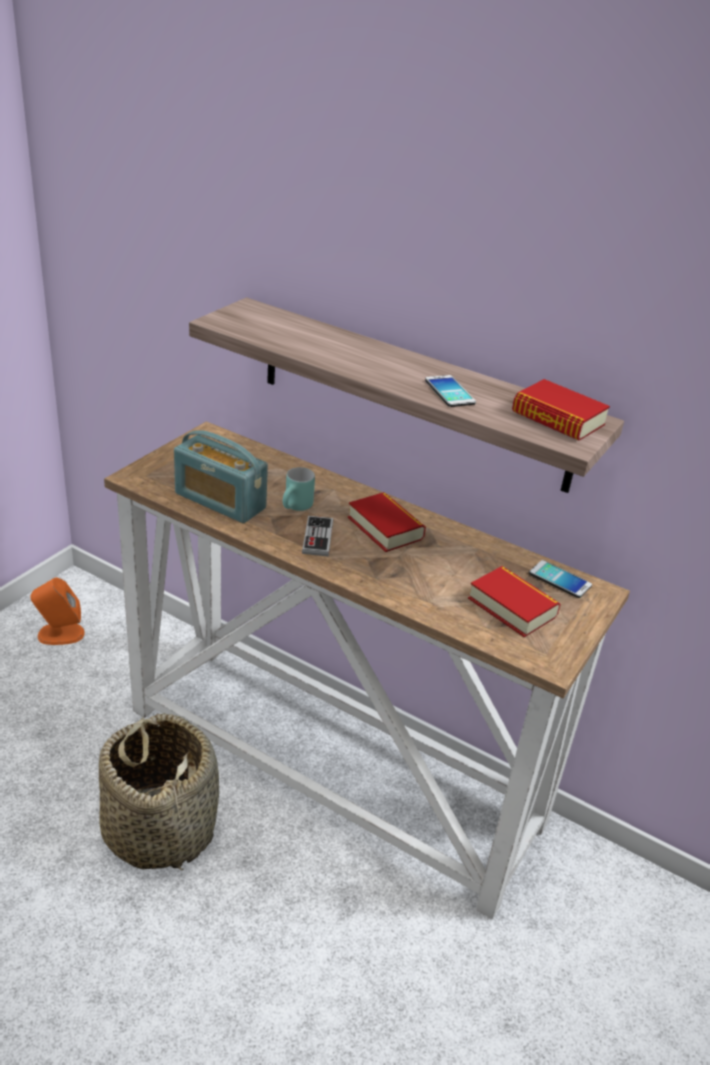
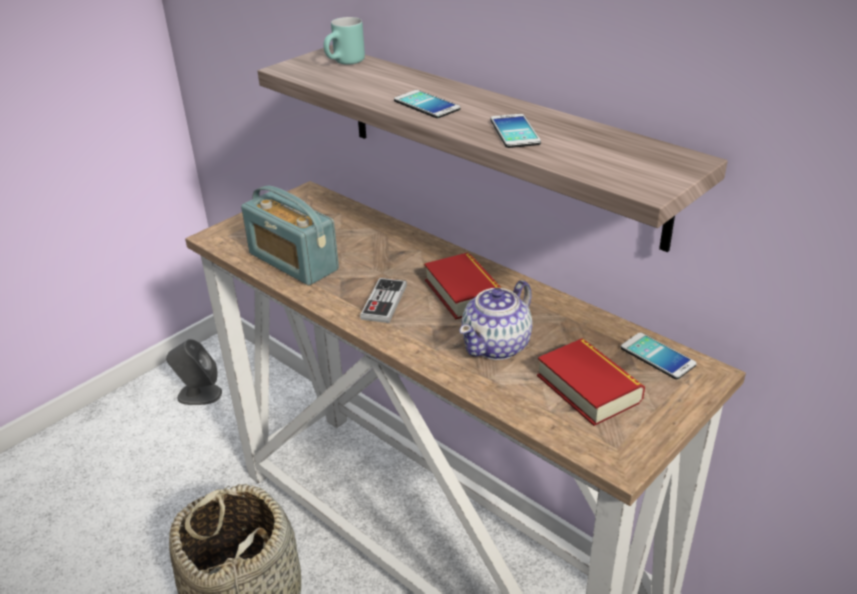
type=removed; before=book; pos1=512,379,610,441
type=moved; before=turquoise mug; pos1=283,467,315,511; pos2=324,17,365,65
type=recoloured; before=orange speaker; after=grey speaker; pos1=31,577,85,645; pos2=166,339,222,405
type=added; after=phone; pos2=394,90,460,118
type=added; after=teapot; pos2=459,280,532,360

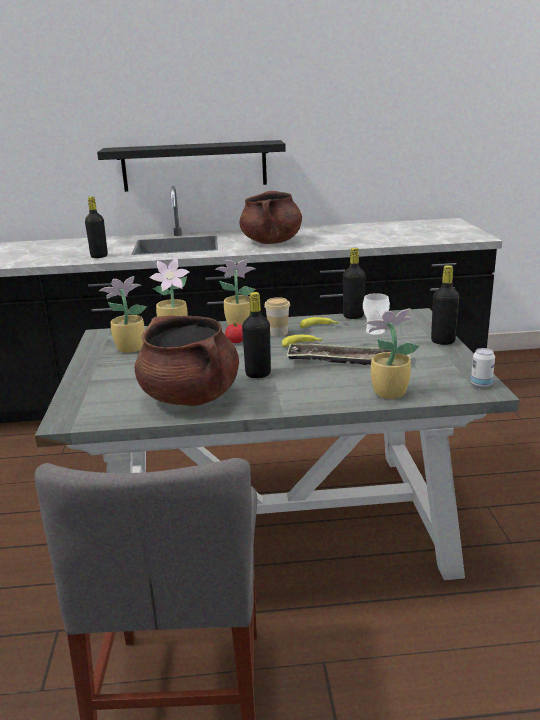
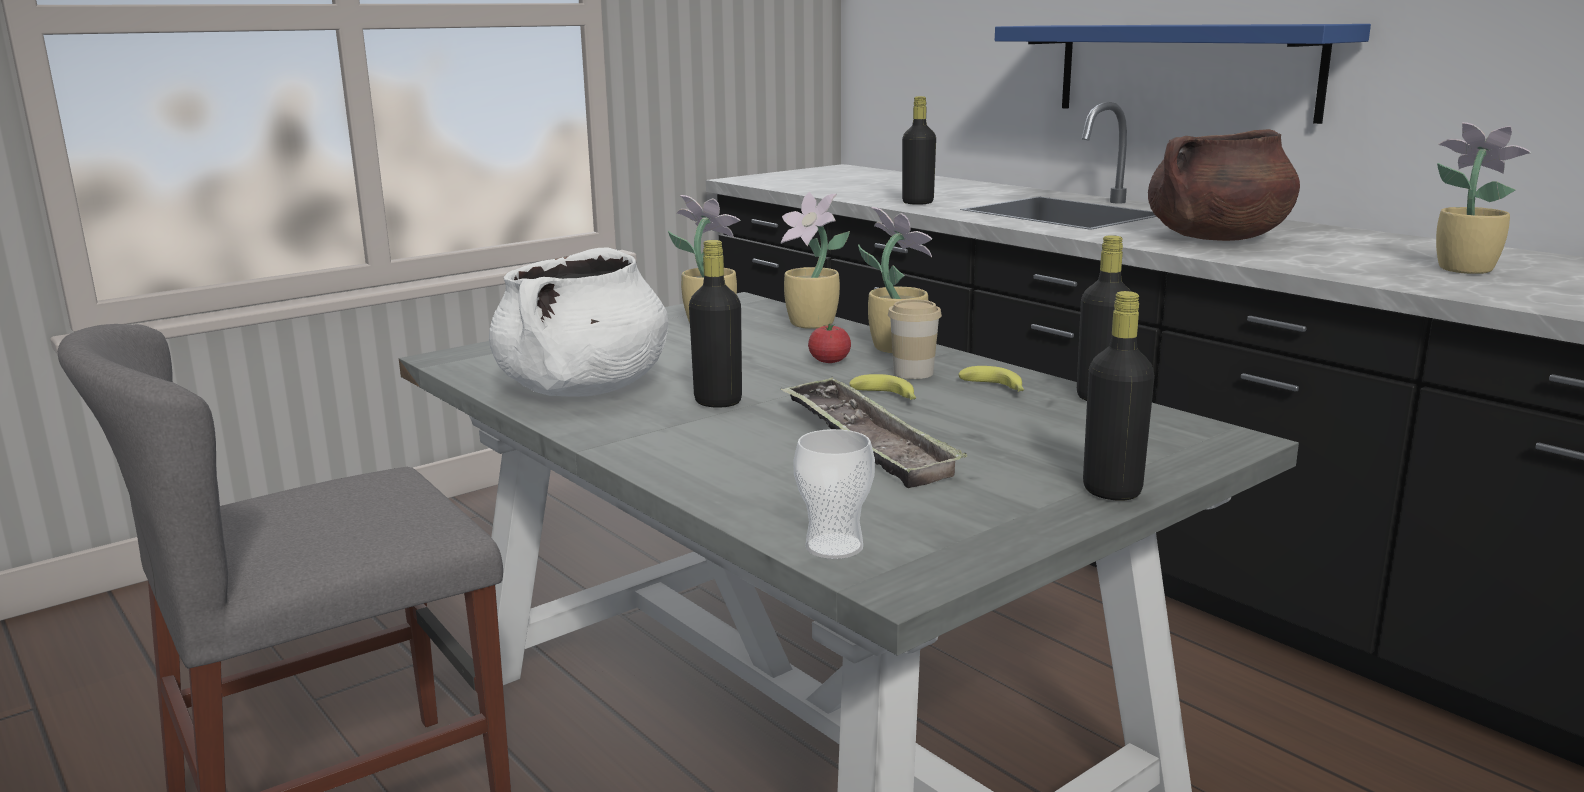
type=recoloured; before=black shelf; after=blue shelf; pos1=97,140,286,192; pos2=995,24,1371,124
type=moved; before=cup; pos1=363,293,390,336; pos2=793,429,875,559
type=moved; before=potted plant; pos1=365,308,420,399; pos2=1436,122,1531,274
type=recoloured; before=brown cooking pot; after=white cooking pot; pos1=135,316,239,406; pos2=489,247,668,397
type=removed; before=can; pos1=471,348,495,388

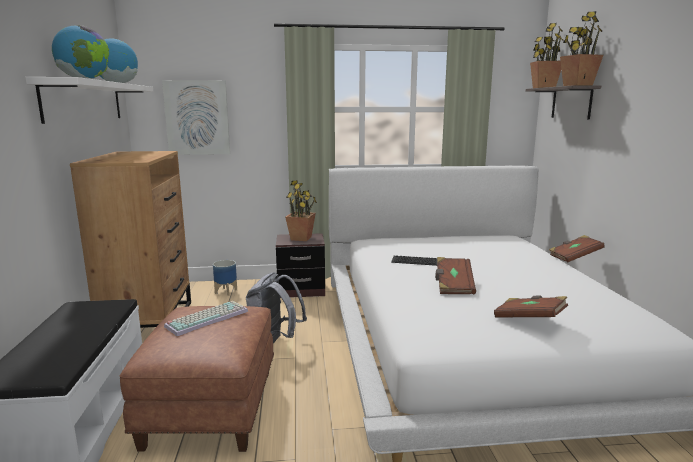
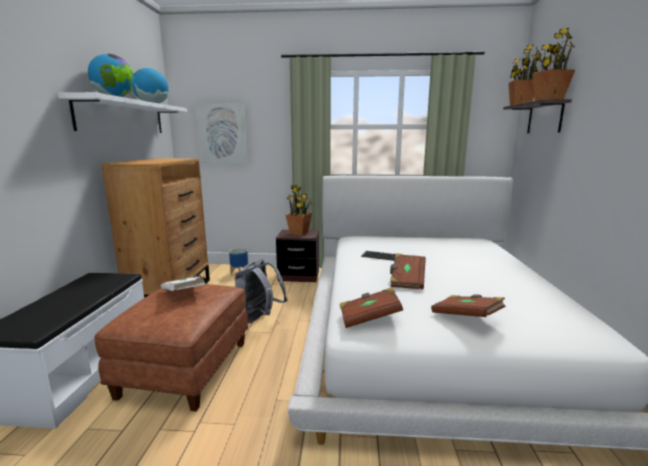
type=moved; before=brown book; pos1=549,235,605,262; pos2=340,287,403,328
type=replaced; before=keyboard; after=white book; pos1=164,301,248,336; pos2=161,275,206,291

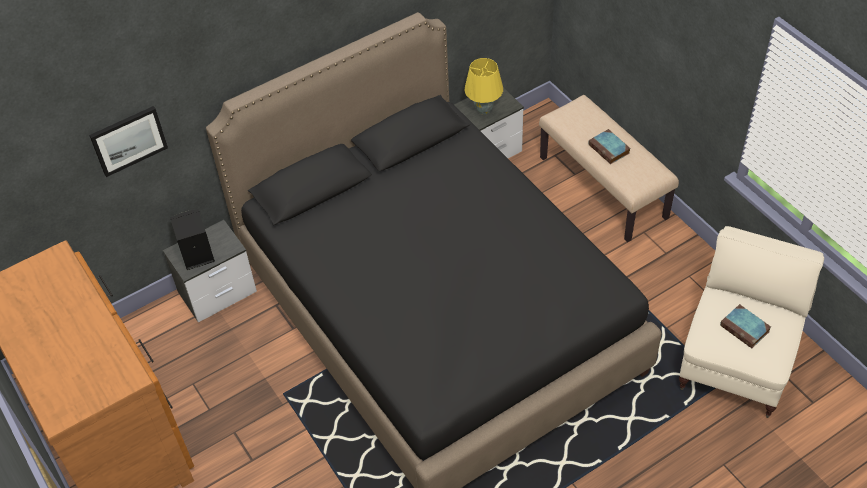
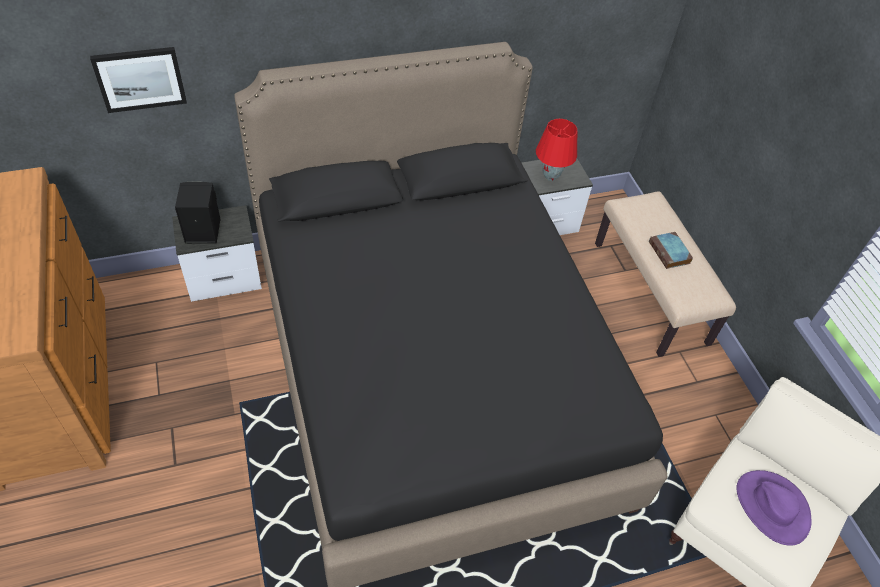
type=recoloured; before=yellow table lamp; after=red table lamp; pos1=465,58,503,115; pos2=536,119,577,181
type=replaced; before=book; after=purple hat; pos1=720,304,771,348; pos2=736,470,812,546

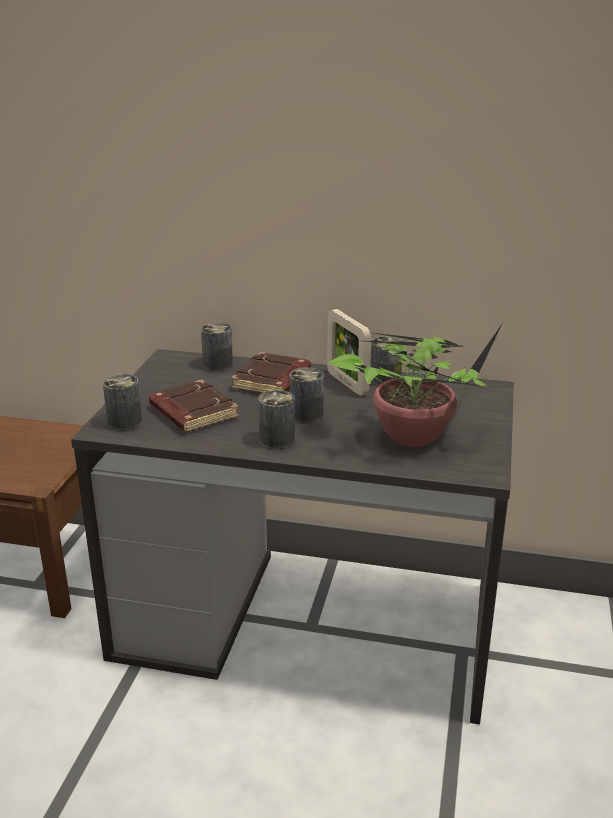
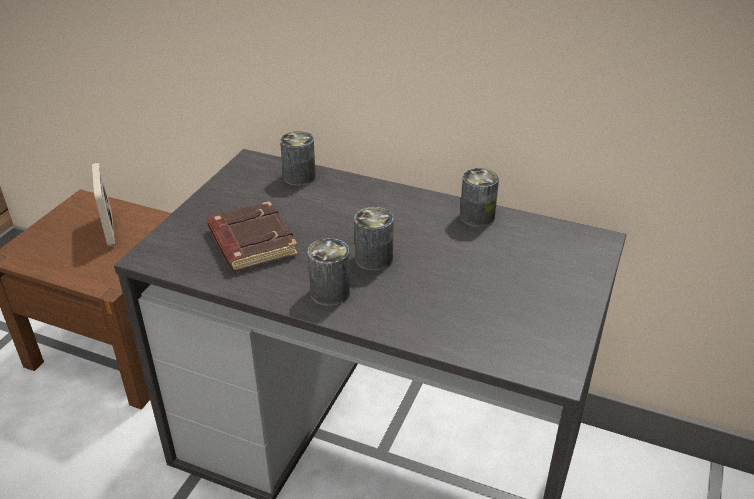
type=moved; before=picture frame; pos1=327,309,371,396; pos2=92,163,115,247
type=removed; before=potted plant; pos1=328,324,502,447
type=removed; before=brown book; pos1=231,352,311,394
type=removed; before=can; pos1=103,374,142,431

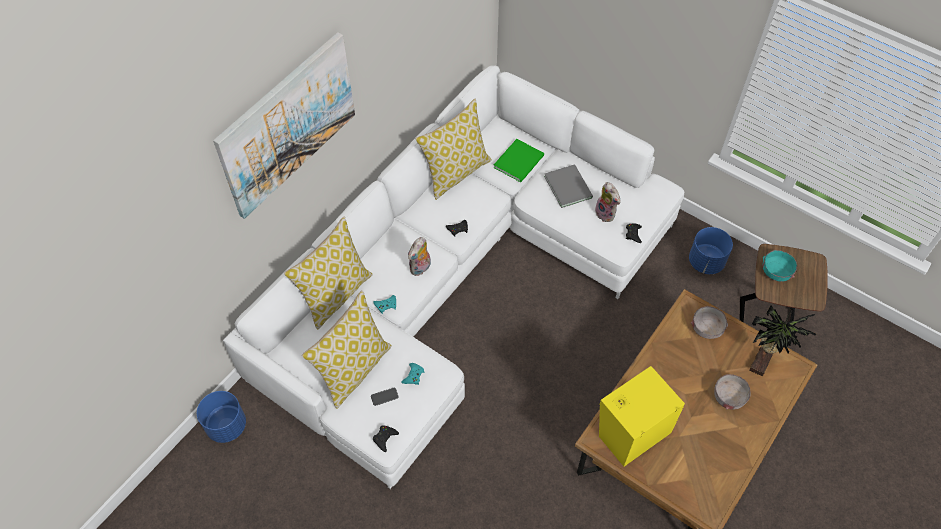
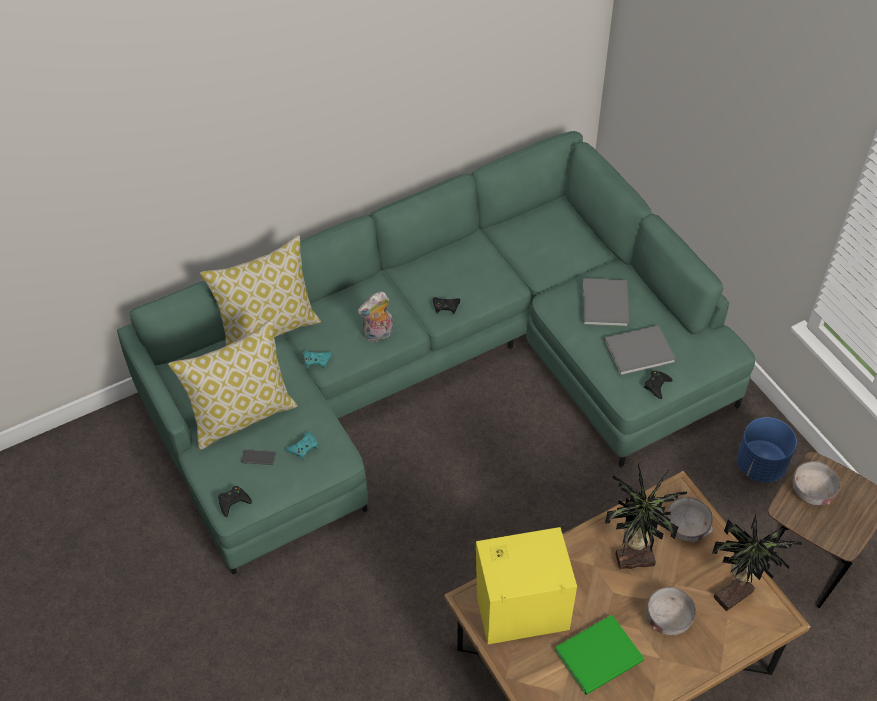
type=removed; before=picture; pos1=213,32,355,219
type=recoloured; before=white sofa; after=green sofa; pos1=223,65,684,489; pos2=117,131,755,575
type=removed; before=pillow; pos1=416,99,492,200
type=moved; before=green book; pos1=493,139,544,182; pos2=555,615,644,695
type=replaced; before=plush toy; after=grey book; pos1=595,182,621,222; pos2=604,325,676,376
type=recoloured; before=turquoise bowl; after=grey bowl; pos1=762,250,797,282; pos2=792,461,840,506
type=removed; before=blue planter; pos1=197,391,246,443
type=added; after=potted plant; pos2=605,463,687,570

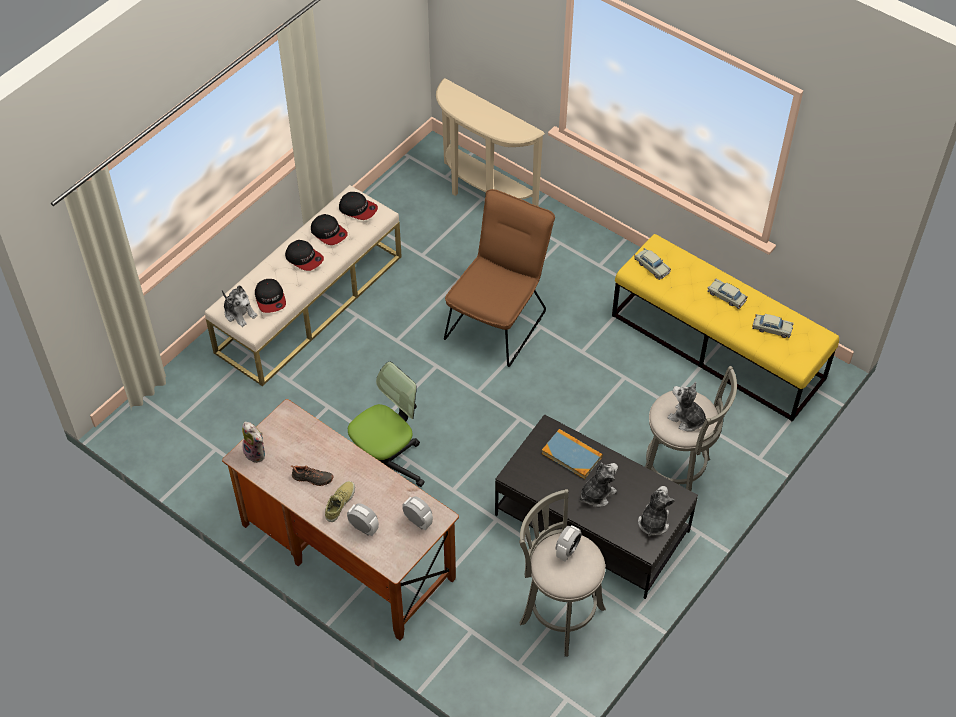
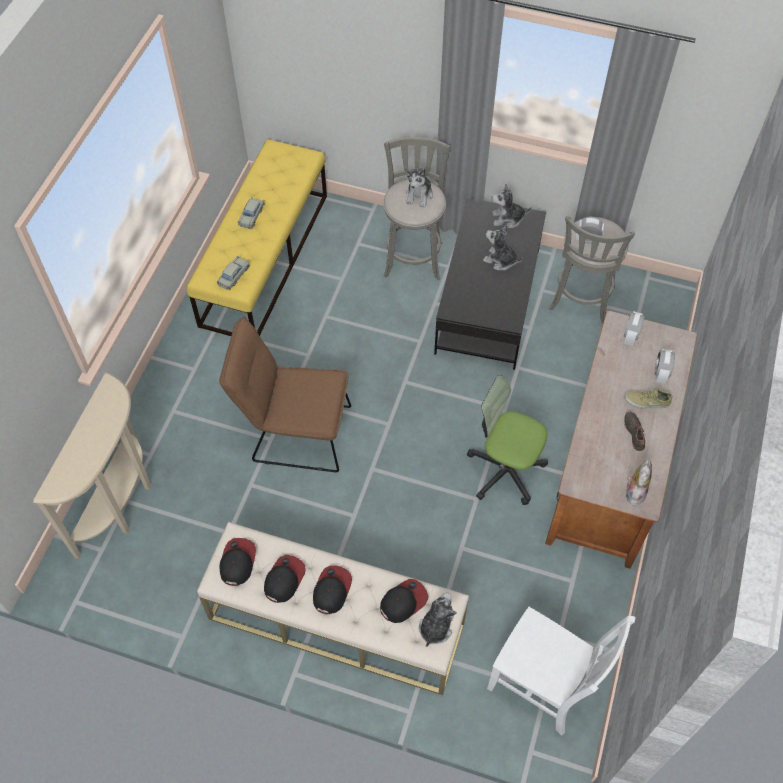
type=removed; before=beige toy car; pos1=752,314,794,338
type=removed; before=book; pos1=541,429,603,479
type=added; after=white chair; pos2=487,607,636,736

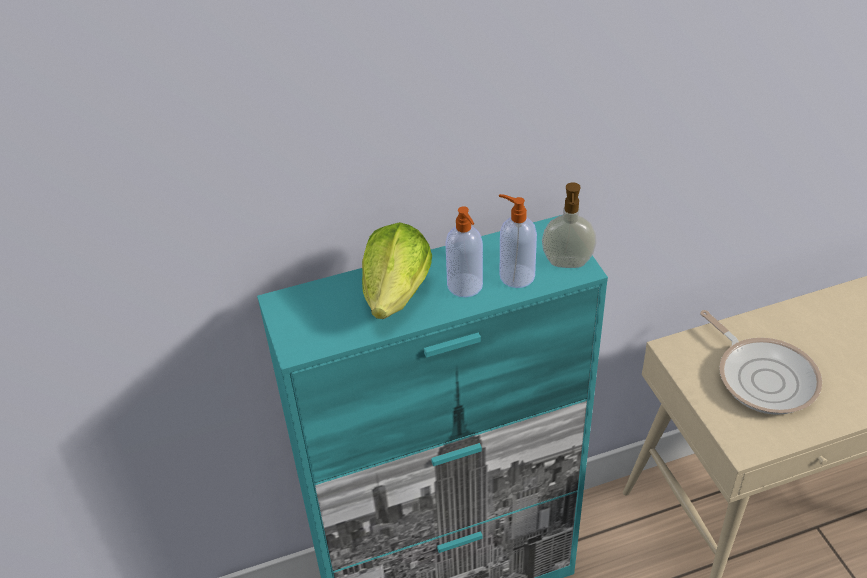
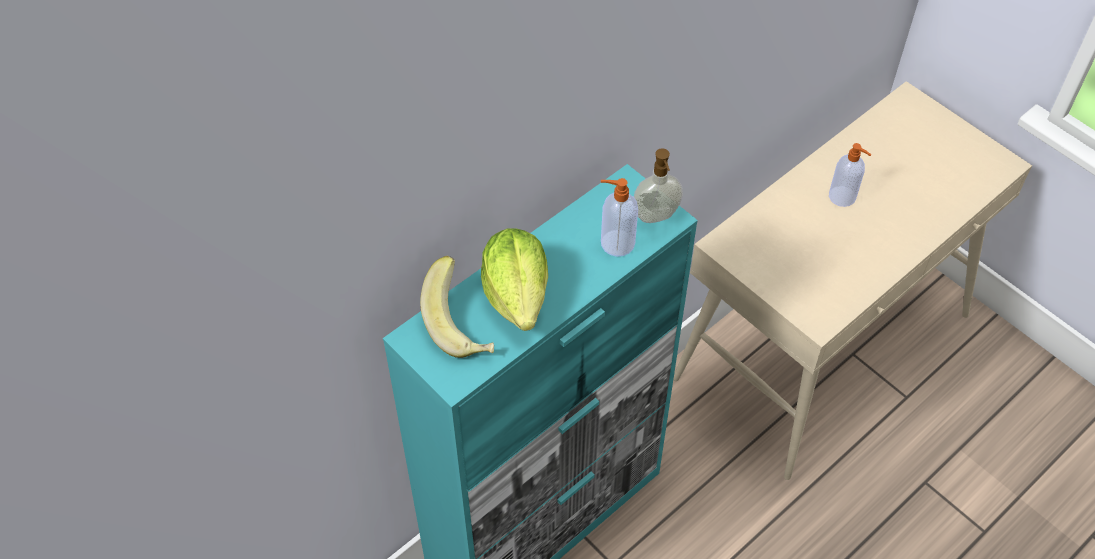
type=moved; before=soap dispenser; pos1=445,206,483,297; pos2=829,143,871,207
type=removed; before=frying pan; pos1=700,310,822,415
type=added; after=banana; pos2=420,256,494,358

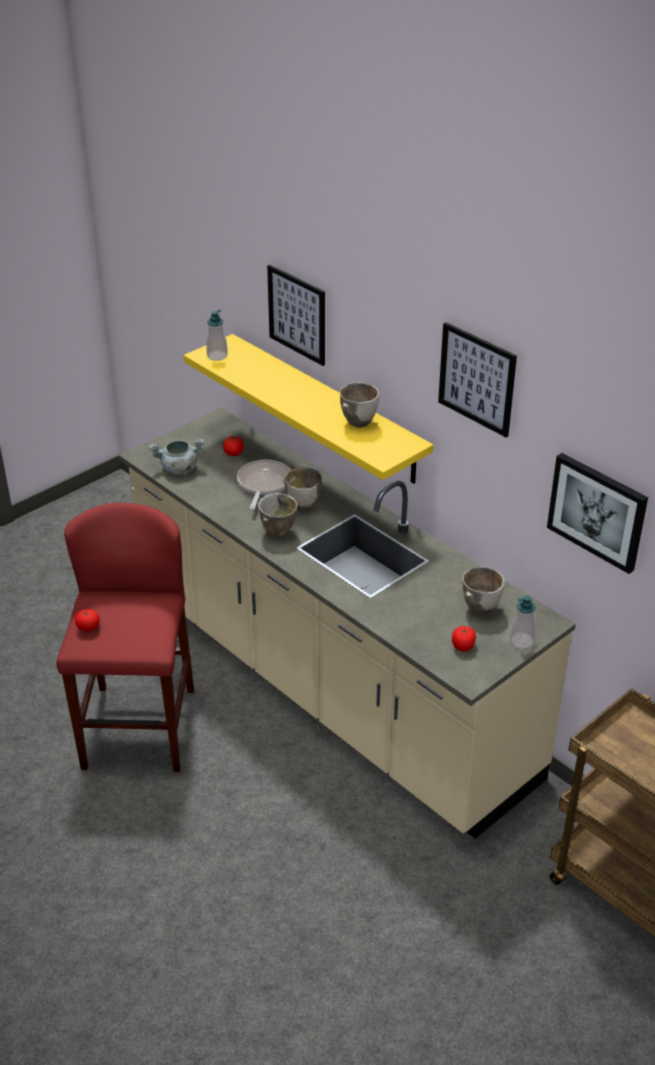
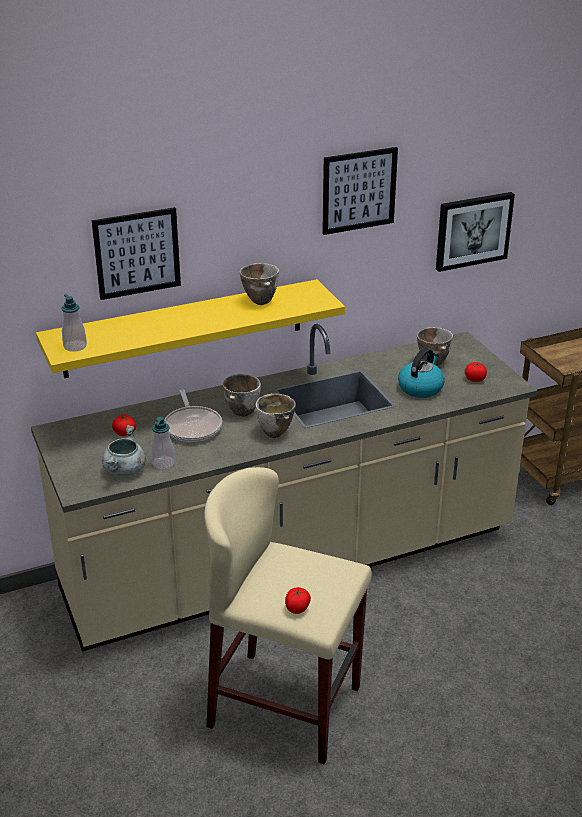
type=turned; before=frying pan; pos1=237,460,291,510; pos2=164,389,222,442; turn=-135
type=recoloured; before=red stool; after=beige stool; pos1=56,502,194,772; pos2=204,467,372,764
type=moved; before=soap dispenser; pos1=510,595,536,649; pos2=151,417,175,469
type=added; after=kettle; pos2=398,348,445,398

